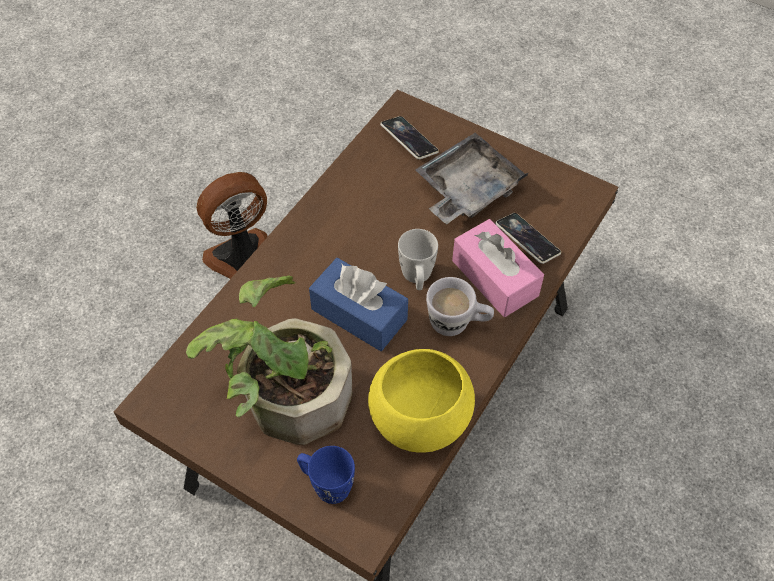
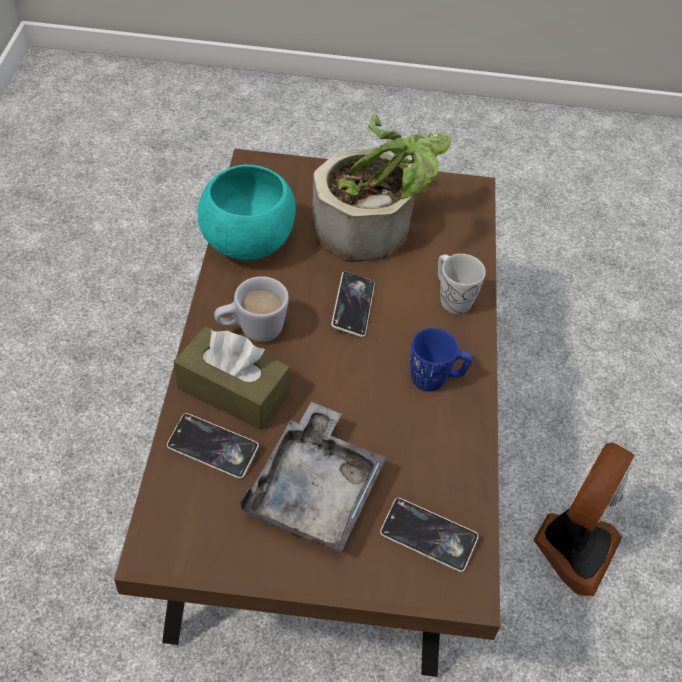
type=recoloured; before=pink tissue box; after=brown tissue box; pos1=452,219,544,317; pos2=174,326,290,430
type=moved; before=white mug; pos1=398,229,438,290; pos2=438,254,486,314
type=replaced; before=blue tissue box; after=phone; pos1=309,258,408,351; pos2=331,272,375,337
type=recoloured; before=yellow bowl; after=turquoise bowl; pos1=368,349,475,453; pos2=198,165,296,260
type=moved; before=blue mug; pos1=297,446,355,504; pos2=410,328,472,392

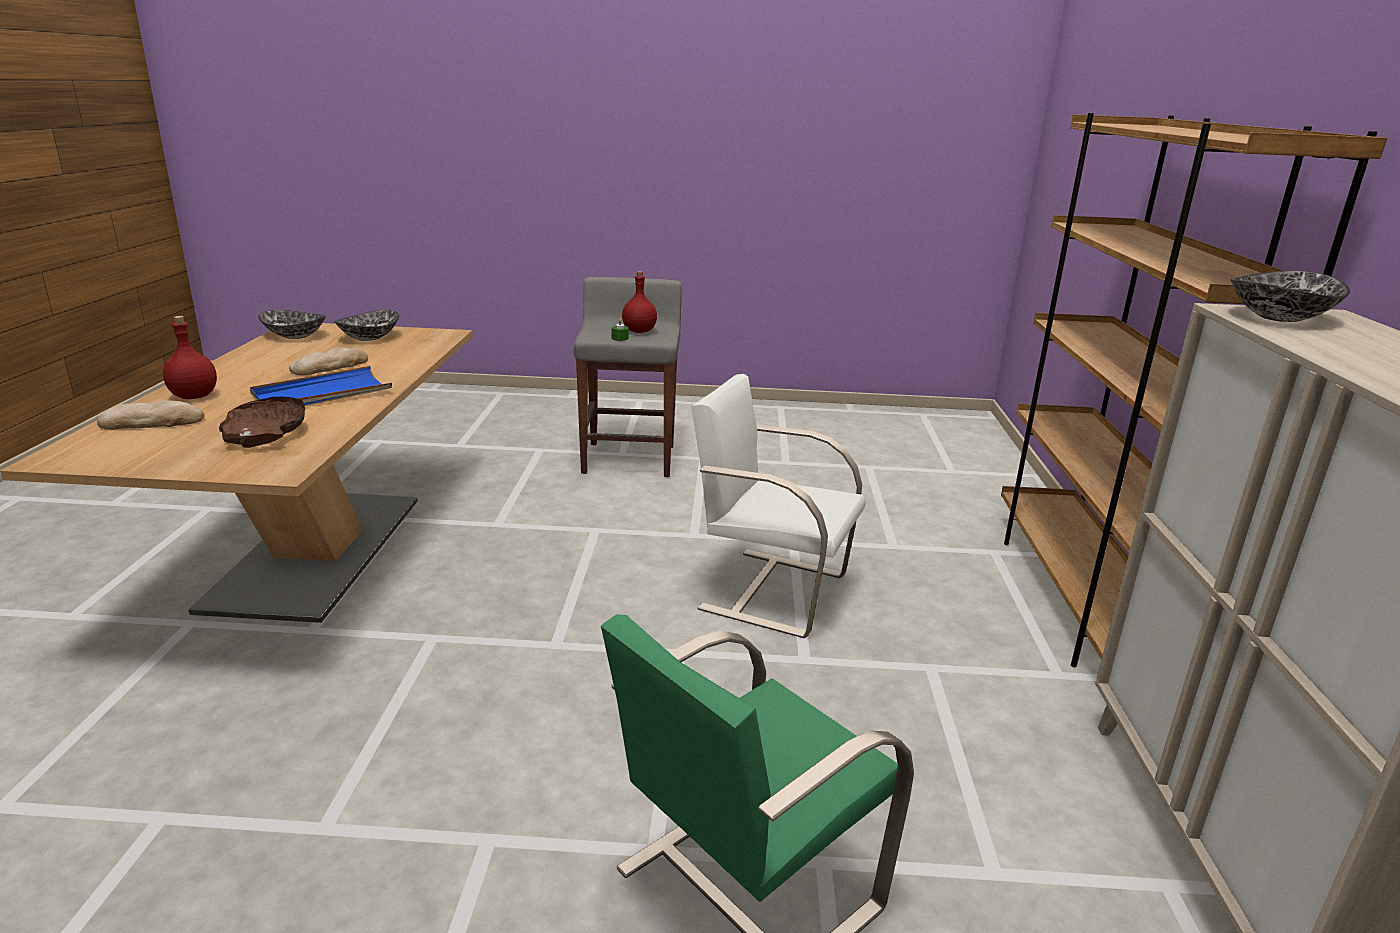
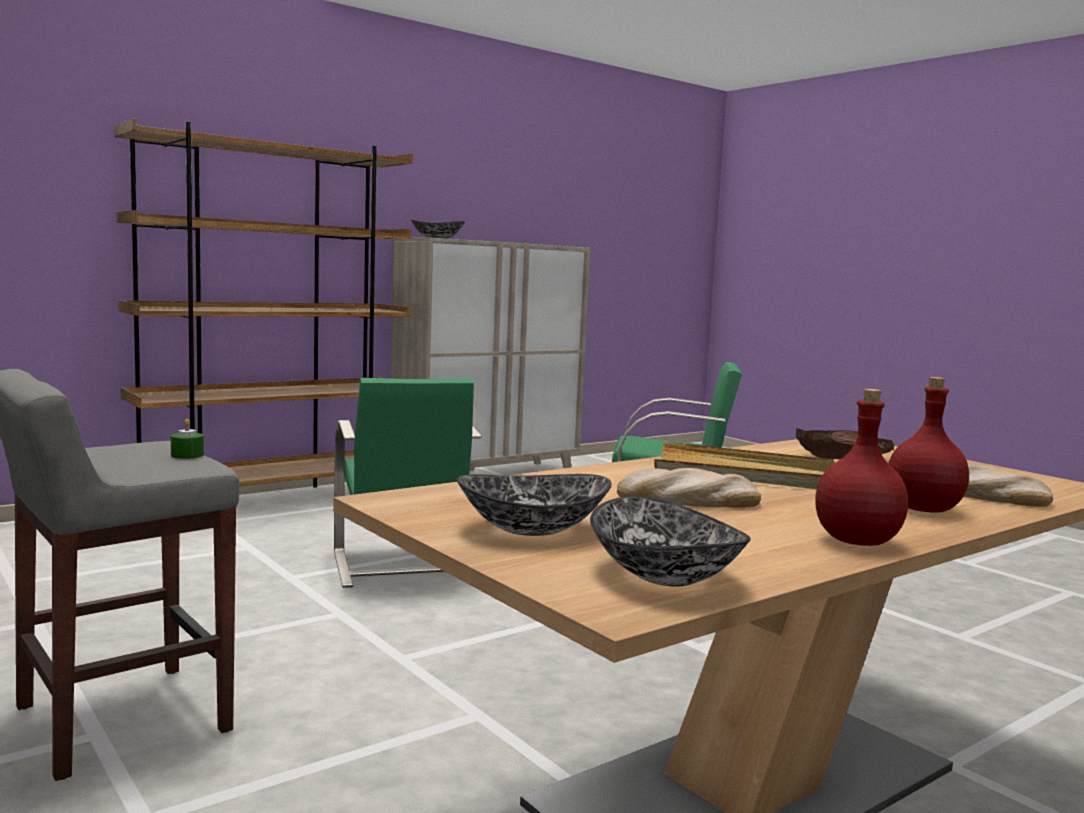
type=moved; before=red bottle; pos1=622,271,657,333; pos2=815,389,908,546
type=recoloured; before=blue tray; after=beige tray; pos1=250,366,392,406; pos2=654,442,836,489
type=recoloured; before=white chair; after=green chair; pos1=691,374,866,638; pos2=334,378,482,588

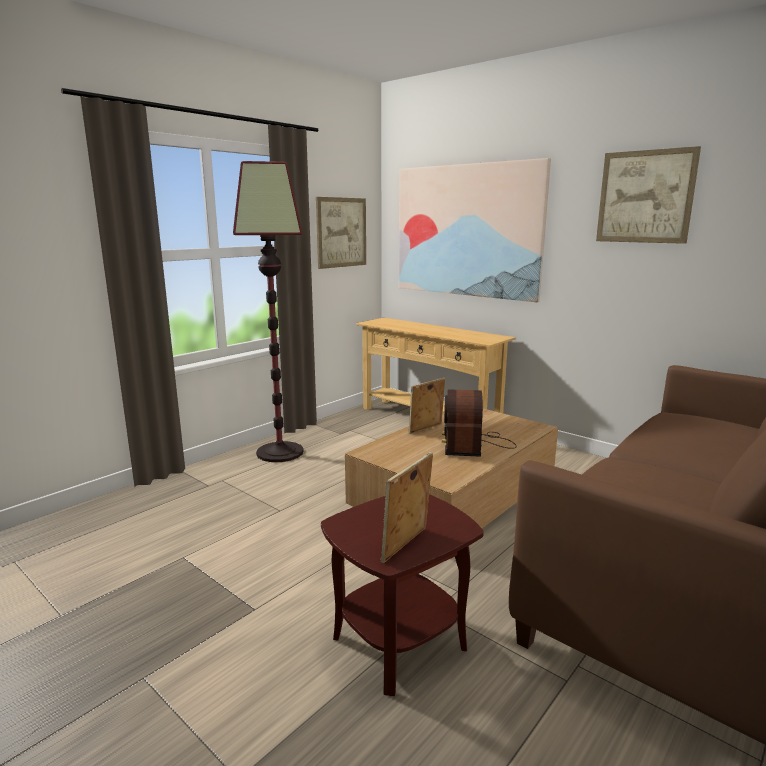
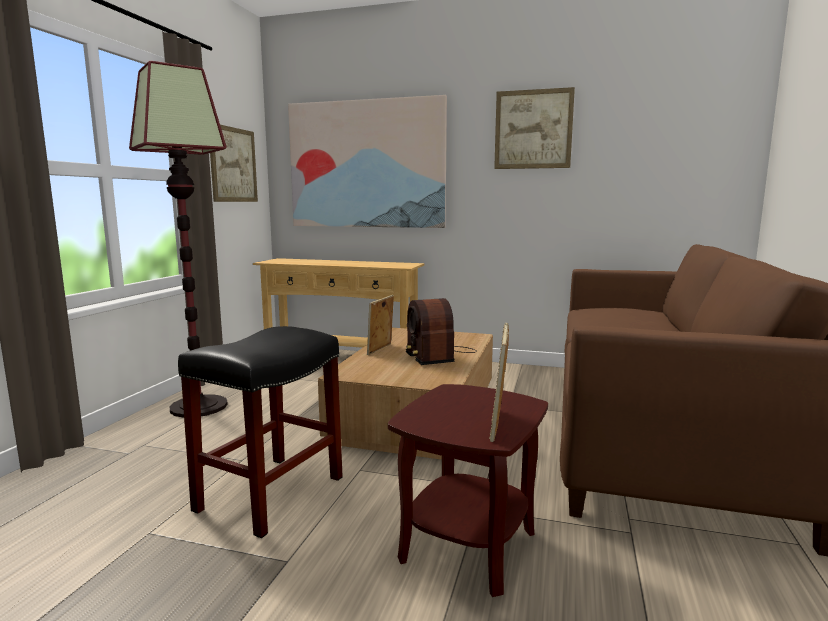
type=added; after=black stool; pos2=178,326,343,538

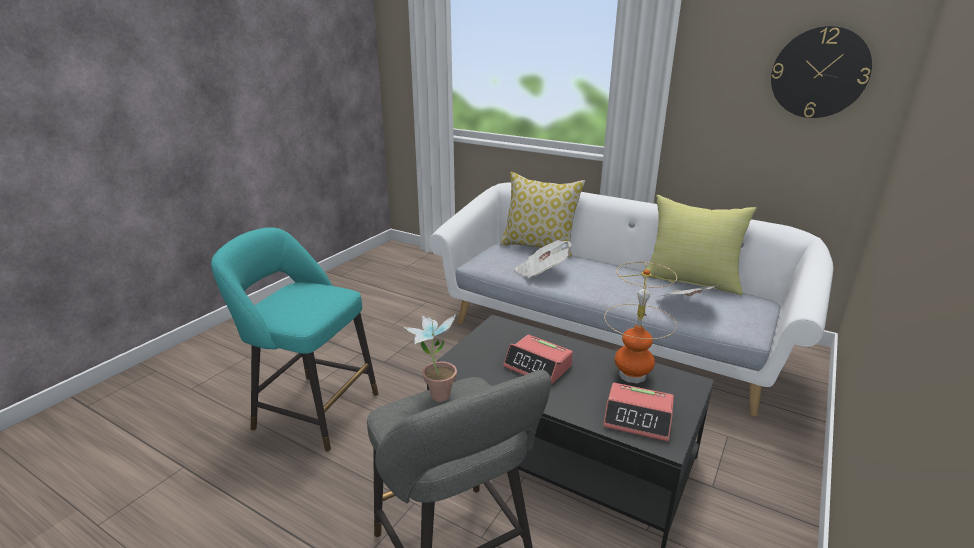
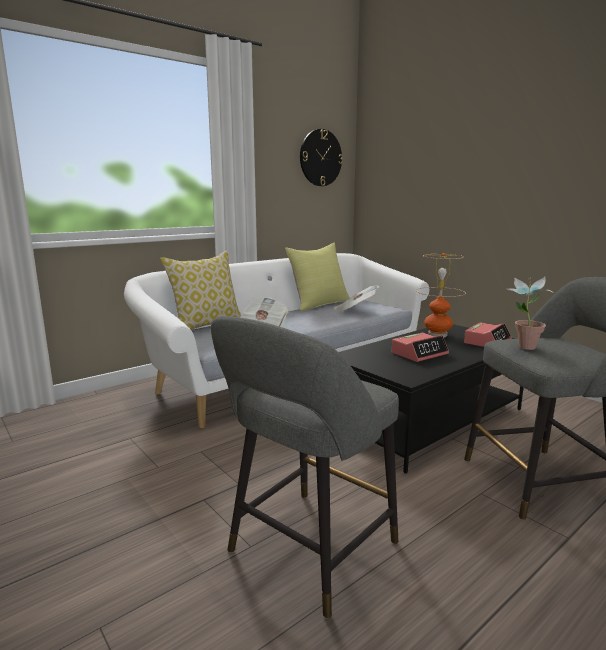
type=recoloured; before=turquoise stool; after=grey stool; pos1=211,228,379,452; pos2=211,316,399,618

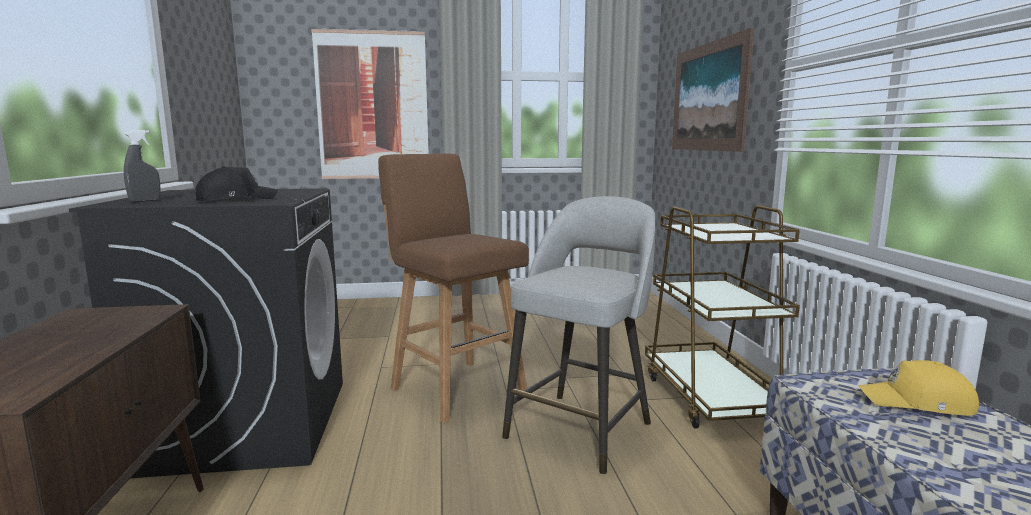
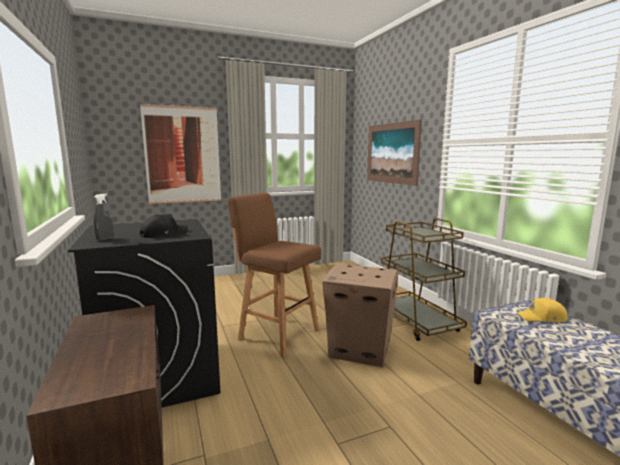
type=replaced; before=grey stool; after=cardboard box; pos1=502,196,655,474; pos2=322,264,399,367

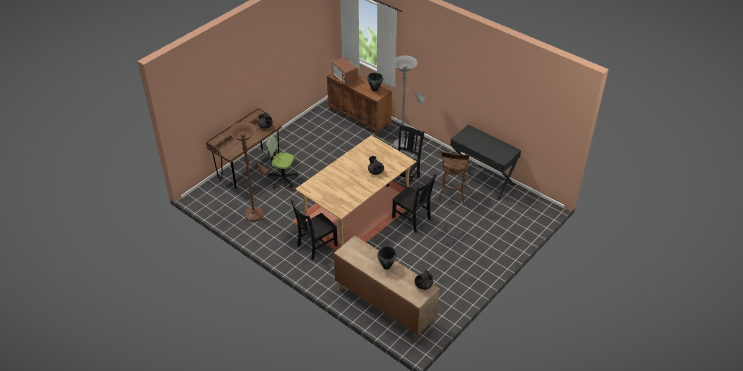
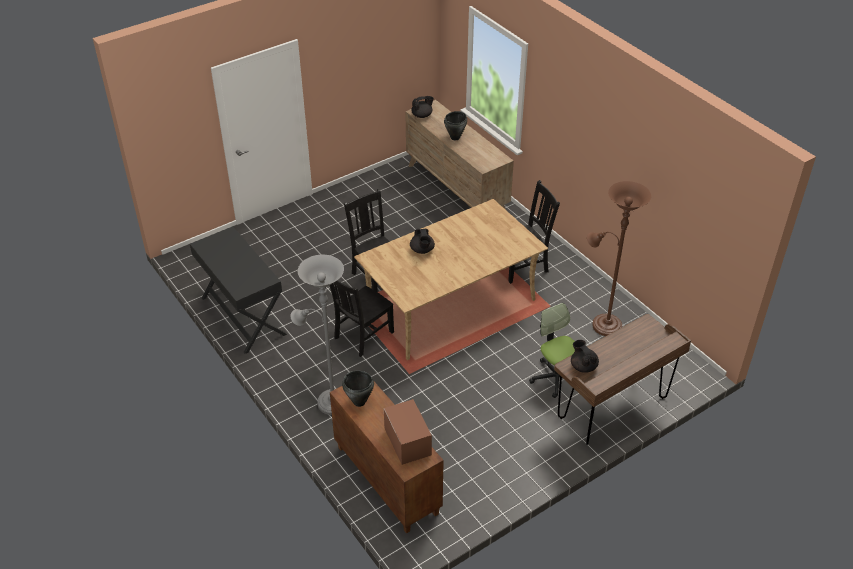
type=turned; before=office chair; pos1=266,135,298,189; pos2=529,303,575,398; turn=-150
type=removed; before=brown stool; pos1=438,151,470,204

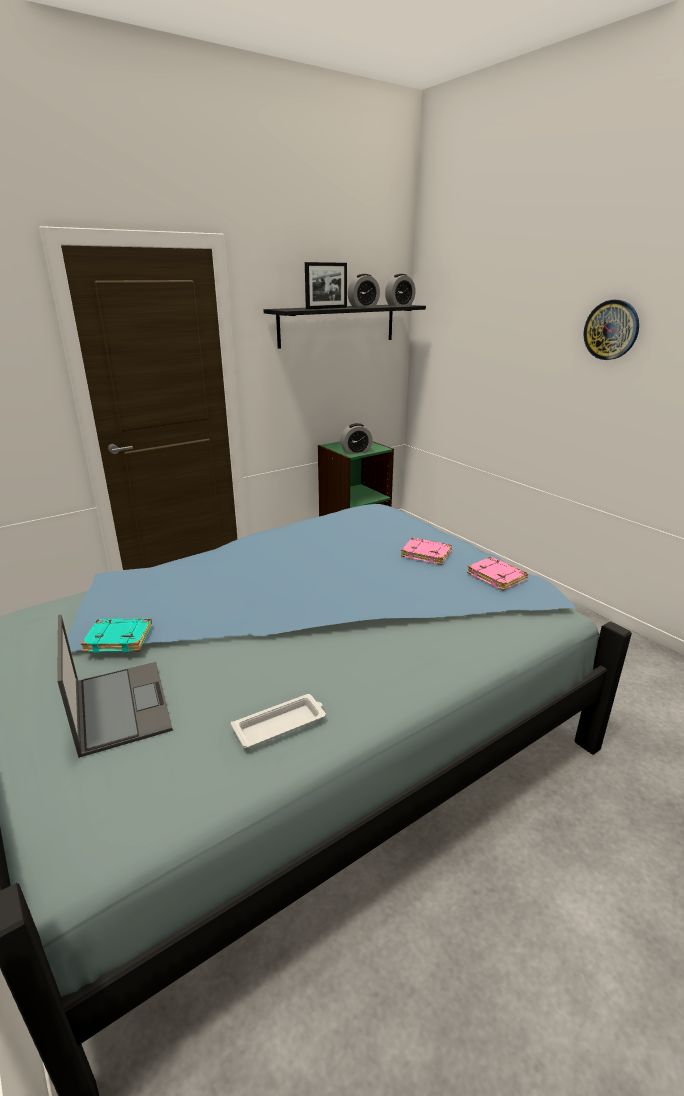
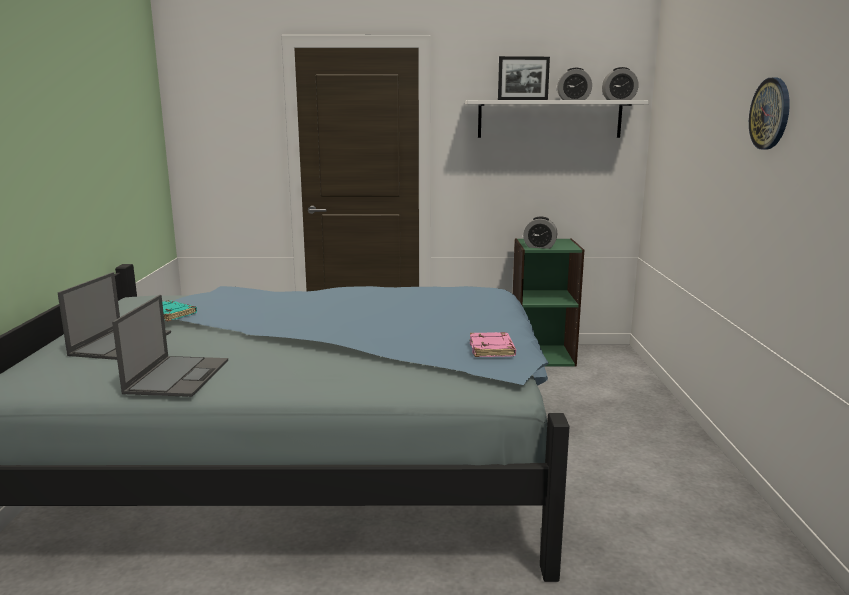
type=recoloured; before=black shelf; after=white shelf; pos1=264,305,426,349; pos2=465,100,649,138
type=removed; before=pink book; pos1=401,538,452,565
type=replaced; before=white tray; after=laptop; pos1=231,694,326,748; pos2=112,295,228,397

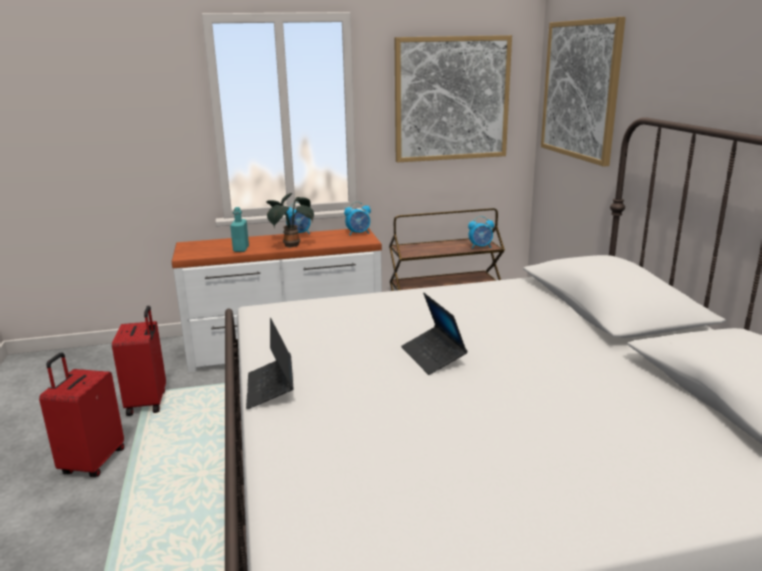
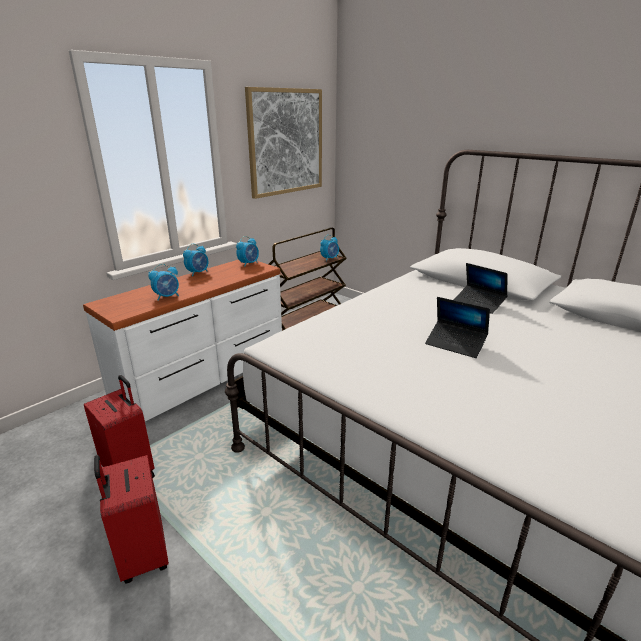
type=removed; before=picture; pos1=541,17,626,167
type=removed; before=potted plant; pos1=266,193,314,248
type=replaced; before=turquoise bottle; after=alarm clock; pos1=230,207,249,252; pos2=148,264,179,301
type=moved; before=laptop; pos1=246,318,294,409; pos2=454,263,508,314

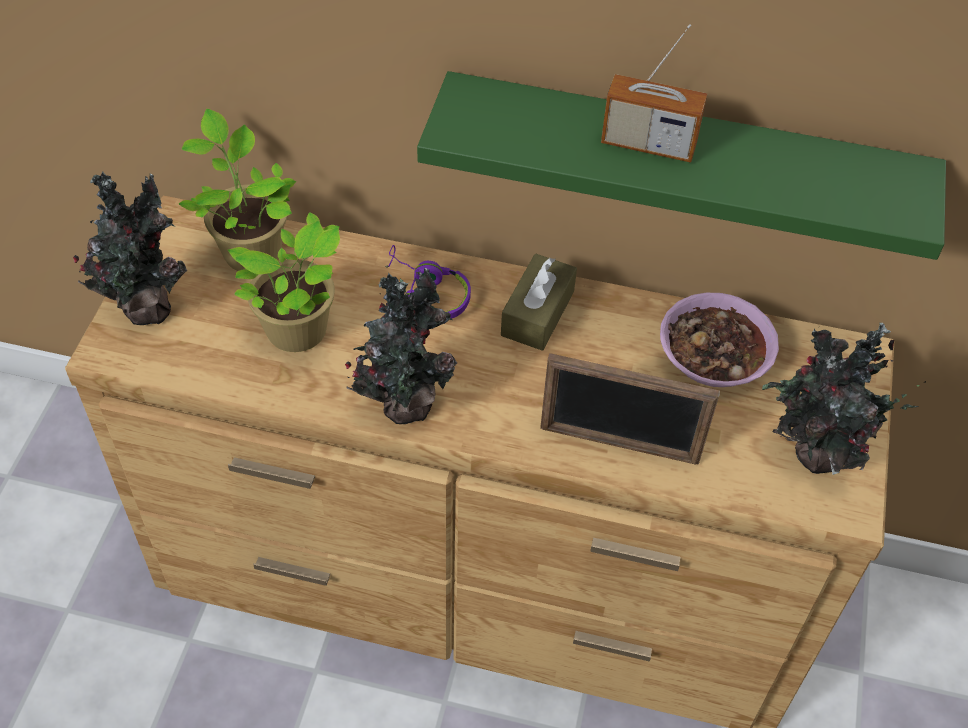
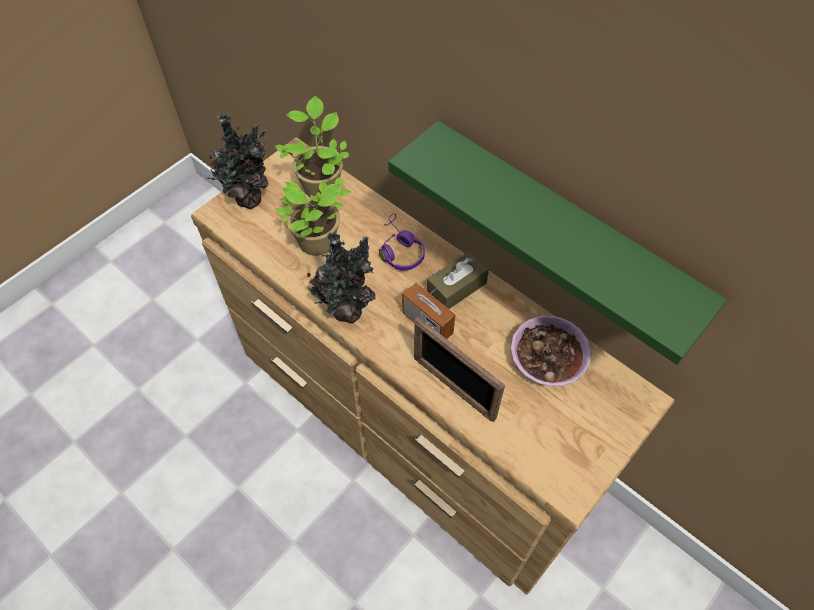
type=moved; before=radio; pos1=601,24,707,162; pos2=402,279,455,339
type=removed; before=potted plant; pos1=762,323,926,475

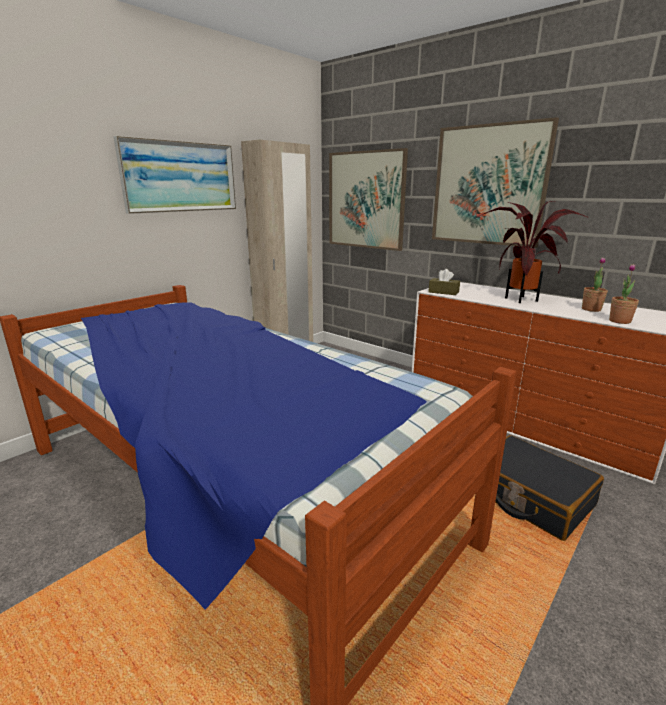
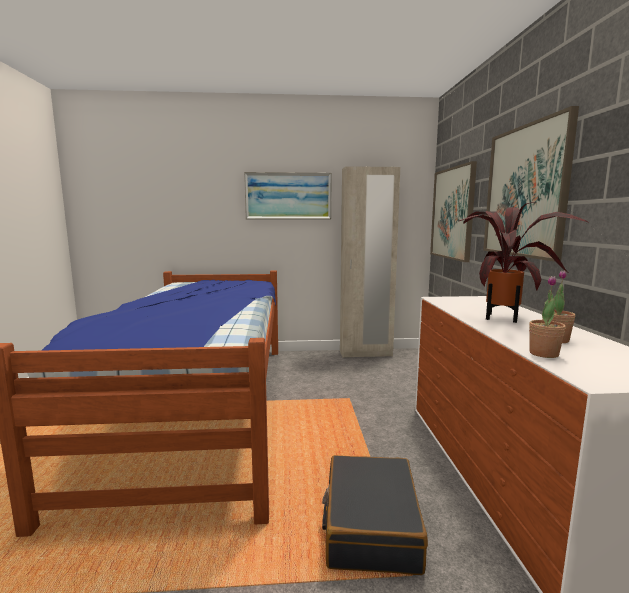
type=removed; before=brown tissue box; pos1=428,269,460,295

